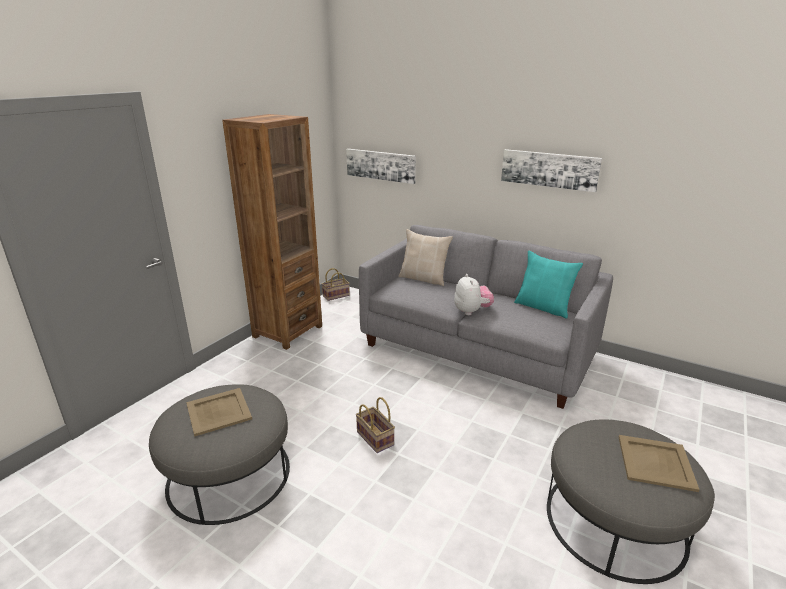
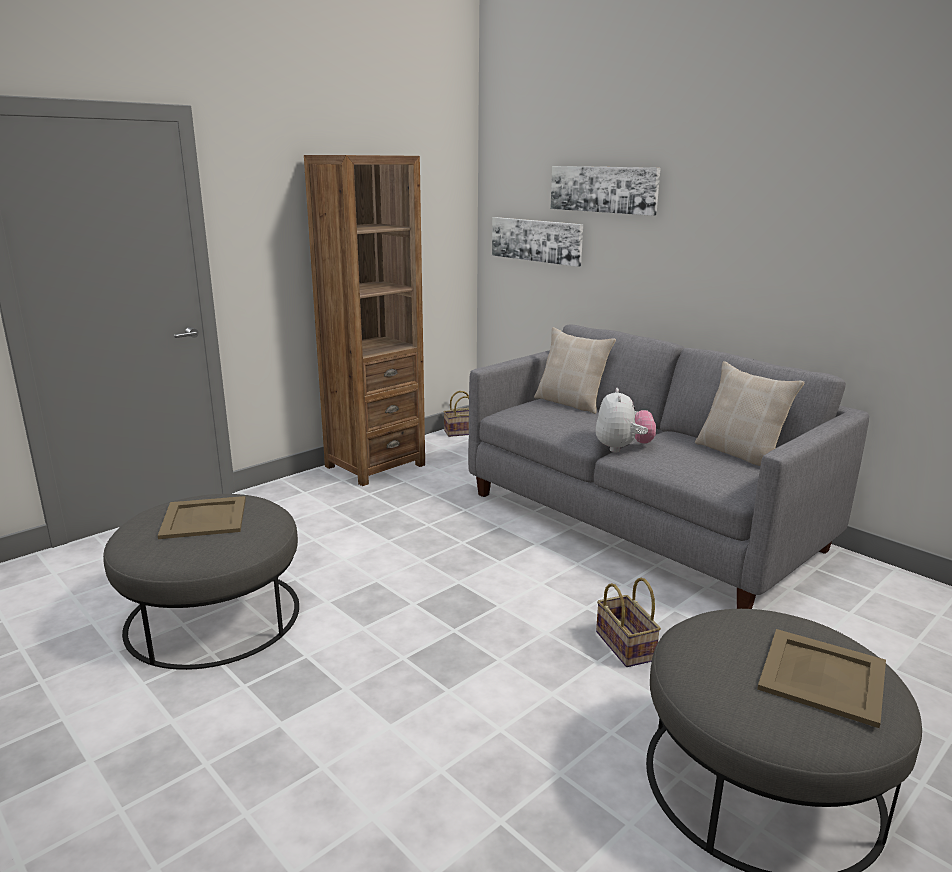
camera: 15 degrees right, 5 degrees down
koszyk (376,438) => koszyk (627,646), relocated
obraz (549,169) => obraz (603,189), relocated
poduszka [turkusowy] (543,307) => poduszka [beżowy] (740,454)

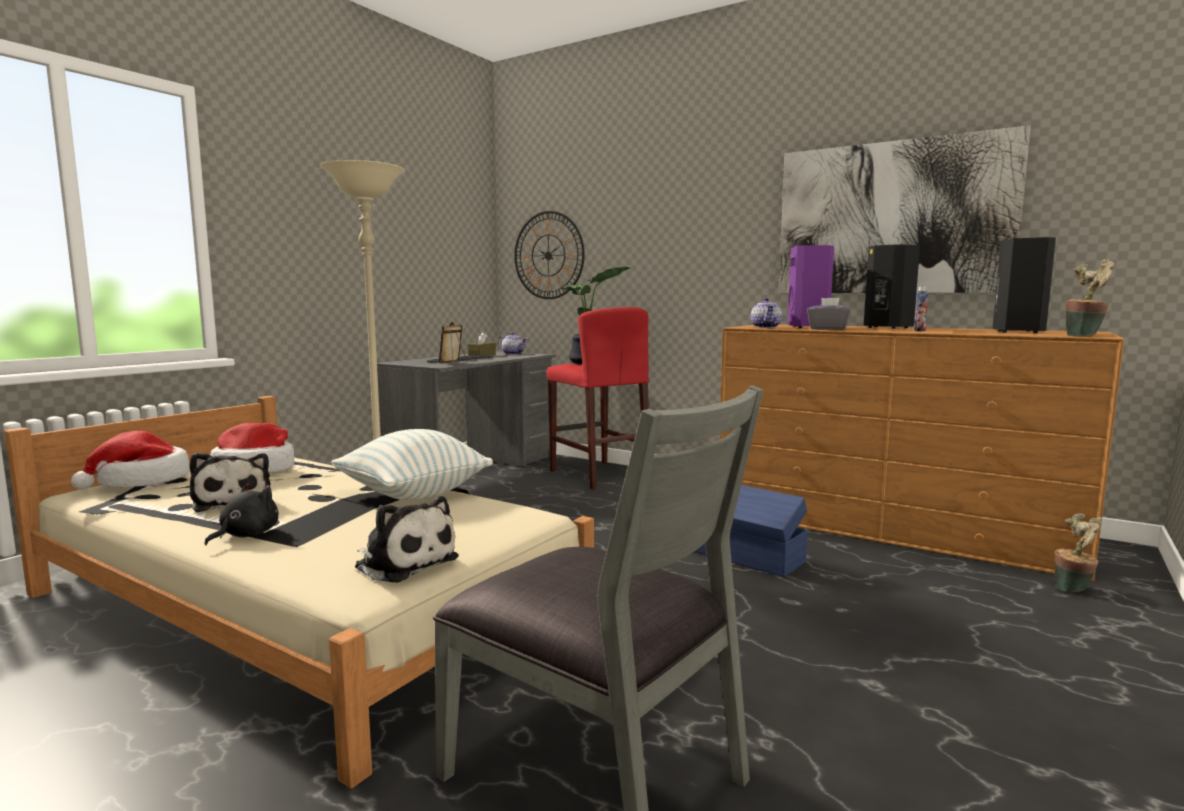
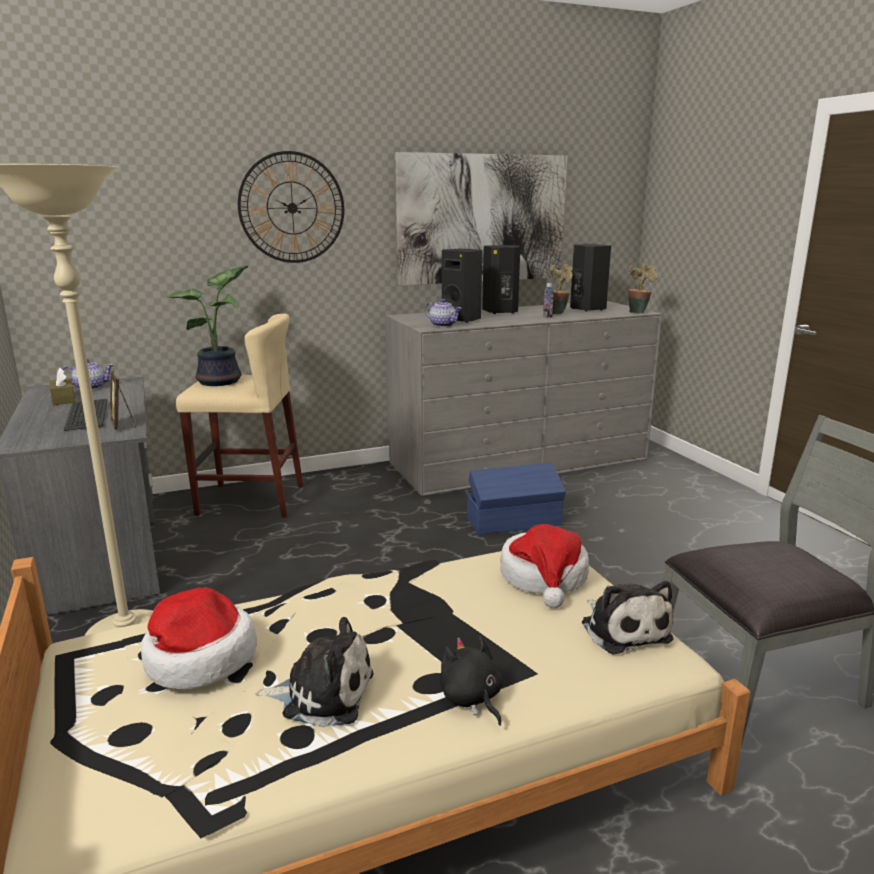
camera: 55 degrees left, 10 degrees up
poduszka (413,494) => nothing
pudełko chusteczek [szary] (828,329) => nothing
kapelusz (141,481) => kapelusz (544,577), relocated
zegar ścienny (548,255) => zegar ścienny (292,208), relocated
roślina doniczkowa (1074,589) => roślina doniczkowa (558,313), relocated
stołek [czerwony] (599,474) => stołek [beżowy] (250,500)
komoda [brązowy] (891,524) => komoda [szary] (519,460)
głośnik [fioletowy] (808,327) => głośnik [czarny] (462,319)
pluszak (404,562) => pluszak (623,629), 90 degrees clockwise

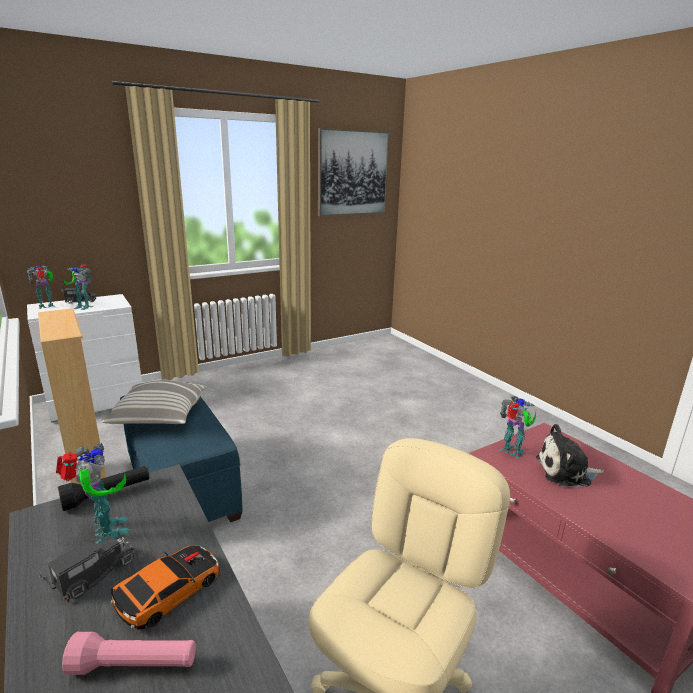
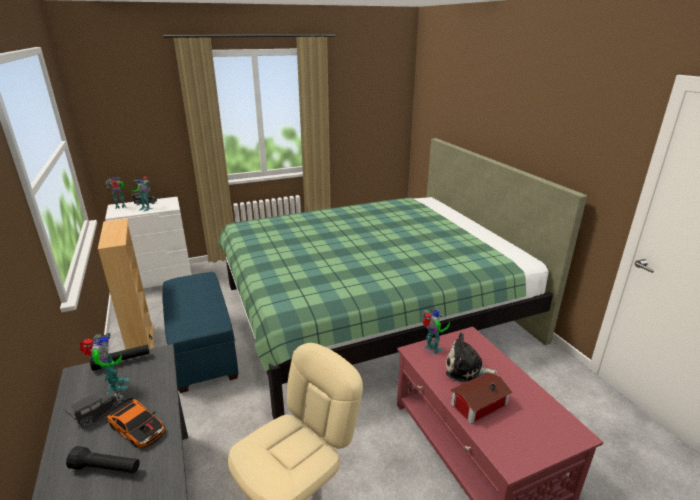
camera: 10 degrees right, 5 degrees up
poduszka (159,417) => nothing
obraz (352,173) => nothing
nothing => łóżko [zielony] (371,311)
nothing => domek (477,404)
latarka [różowy] (134,665) => latarka [czarny] (106,468)
samochodzik (168,590) => samochodzik (138,427), 75 degrees clockwise

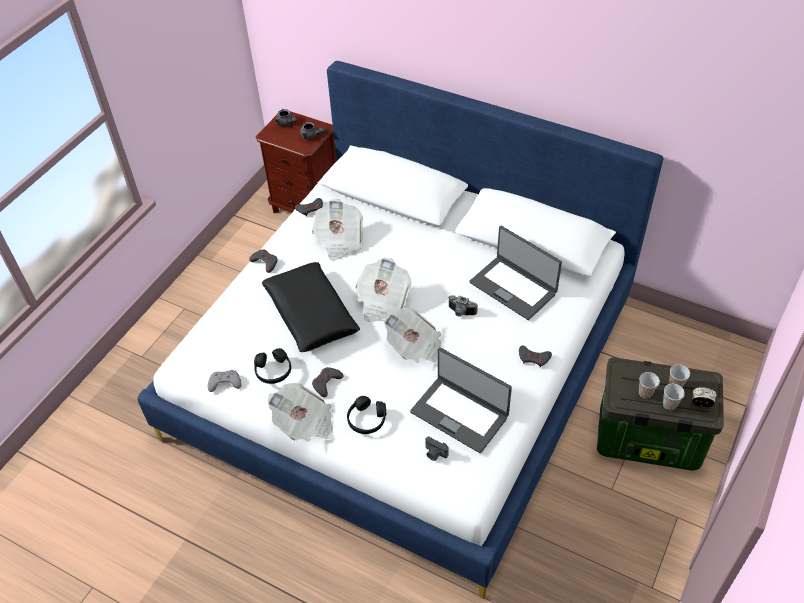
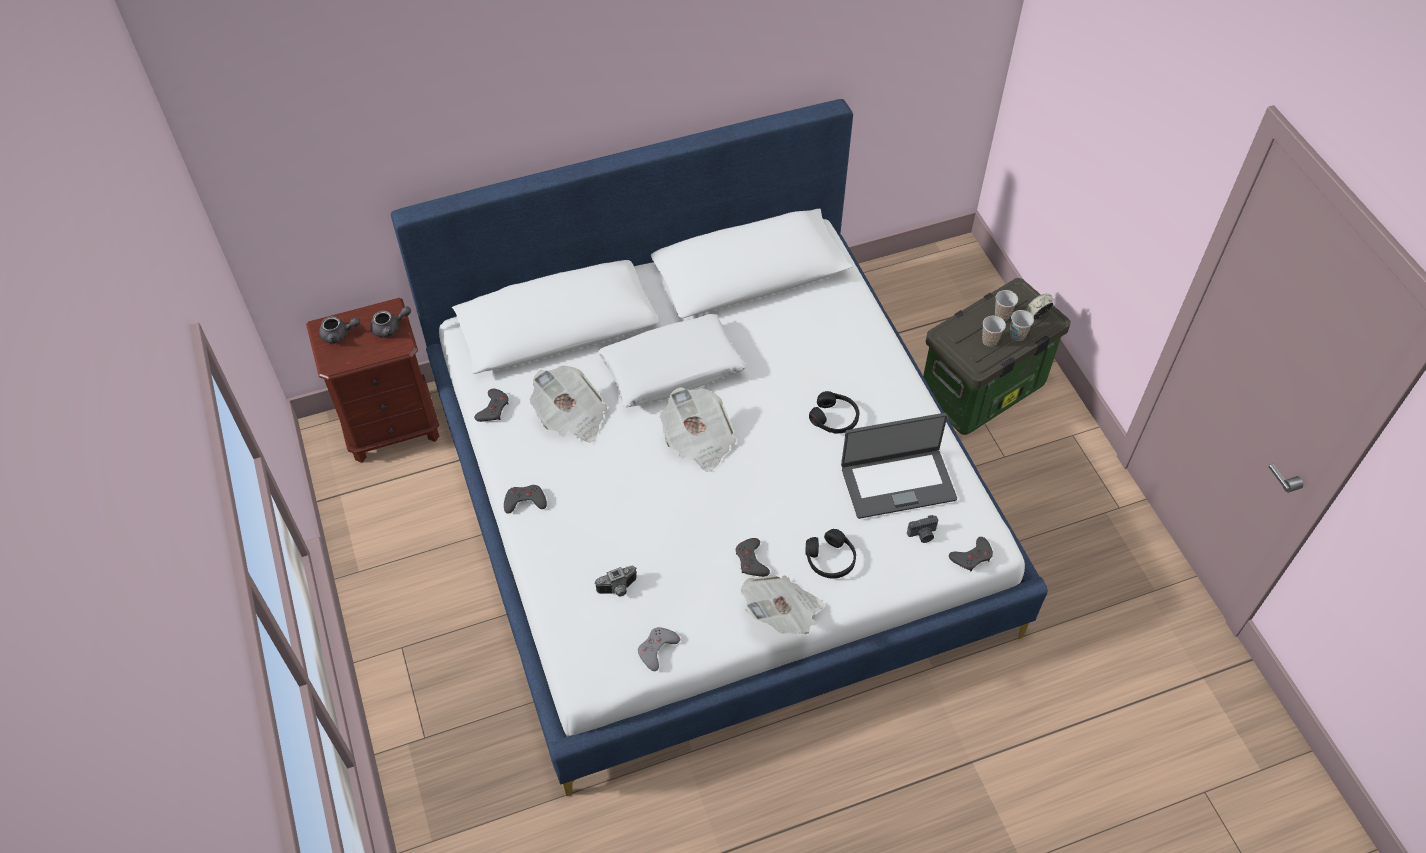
camera: 50 degrees left, 5 degrees up
poduszka [czarny] (310,314) => nothing
gazeta (415,347) => nothing
laptop (513,287) => nothing
nothing => poduszka [biały] (672,370)
słuchawki [czarny] (273,371) => słuchawki [czarny] (834,418), relocated
aparat fotograficzny (461,313) => aparat fotograficzny (618,589), relocated
pad do gier [szary] (534,358) => pad do gier [szary] (972,557), relocated

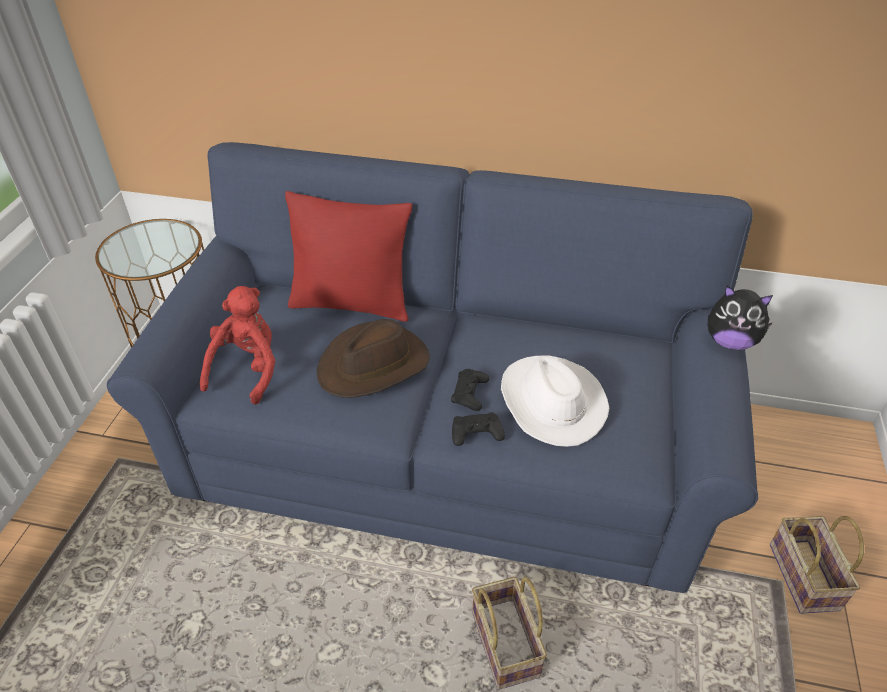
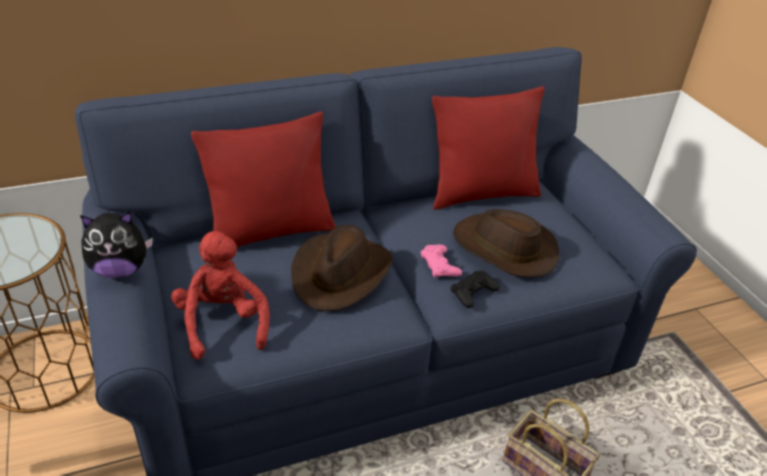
camera: 35 degrees left, 5 degrees down
koszyk (801,575) => nothing
nothing => poduszka [czerwony] (482,194)
pluszak (730,341) => pluszak (120,270), relocated
pad do gier [czarny] (470,393) => pad do gier [różowy] (440,265)
kapelusz [biały] (550,402) => kapelusz [brązowy] (504,248)

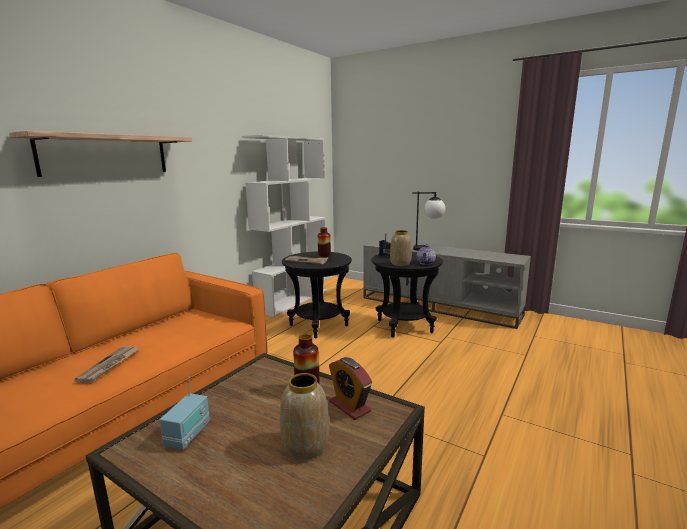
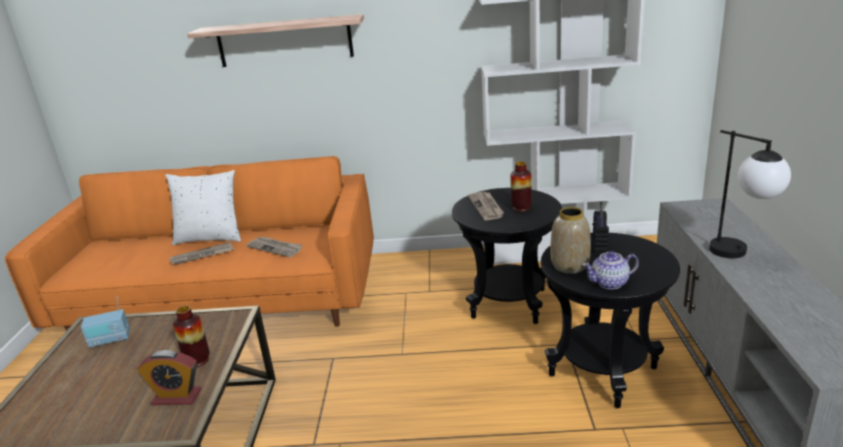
camera: 60 degrees right, 10 degrees up
wazon (304,446) => nothing
nothing => poduszka [biały] (210,238)
nothing => gazeta (275,248)
budzik (350,406) => budzik (177,397), 105 degrees counterclockwise

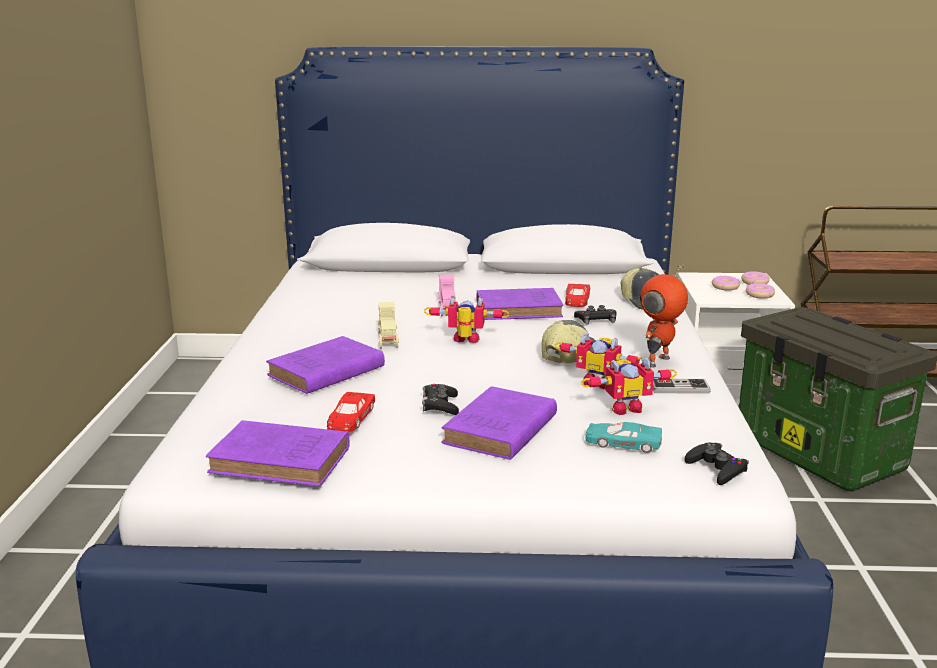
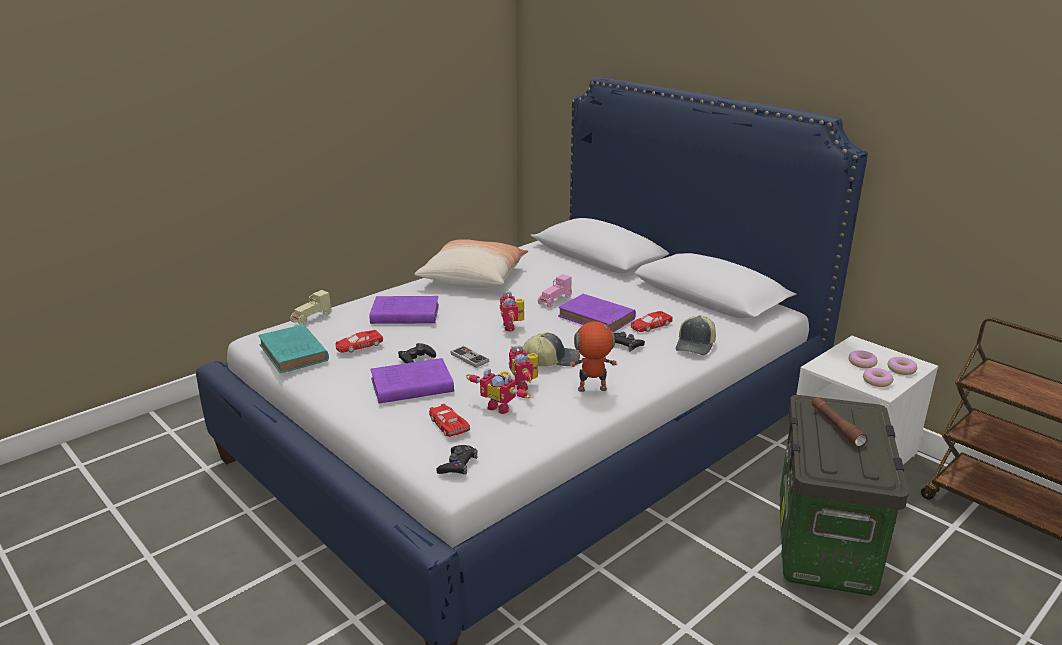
camera: 45 degrees right, 5 degrees up
nothing => poduszka (473,278)
nothing => latarka [brązowy] (836,426)
samochodzik [beżowy] (388,340) => samochodzik [beżowy] (312,318), relocated
pad do gier (679,388) => pad do gier (469,358), relocated
książka [fioletowy] (284,461) => książka [turkusowy] (294,354)
samochodzik [turkusowy] (623,442) => samochodzik [czerwony] (448,424)
robot zabawkowy (465,342) => robot zabawkowy (512,327), 150 degrees counterclockwise

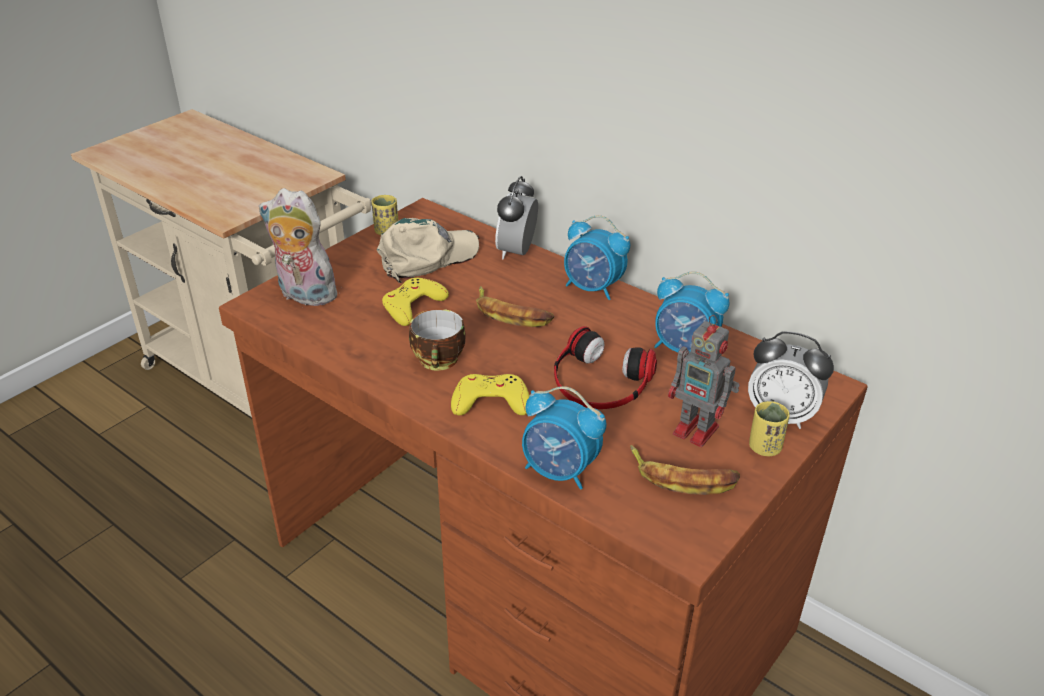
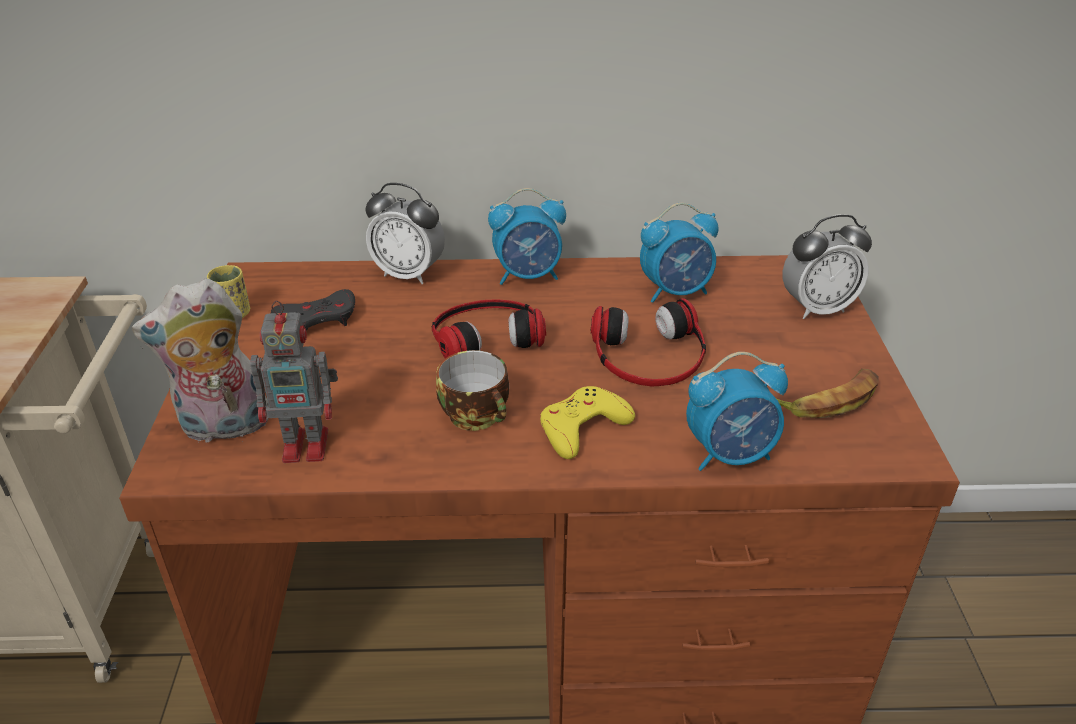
camera: 40 degrees left, 0 degrees up
pad do gier [żółty] (413,306) => nothing
filiżanka [żółty] (764,447) => nothing
robot zabawkowy (698,431) => robot zabawkowy (308,445), relocated
czapka z daszkiem [beżowy] (427,256) => pad do gier [szary] (318,319)
banan (511,314) => słuchawki (485,335)
budzik (516,252) => budzik (408,274), 45 degrees counterclockwise

